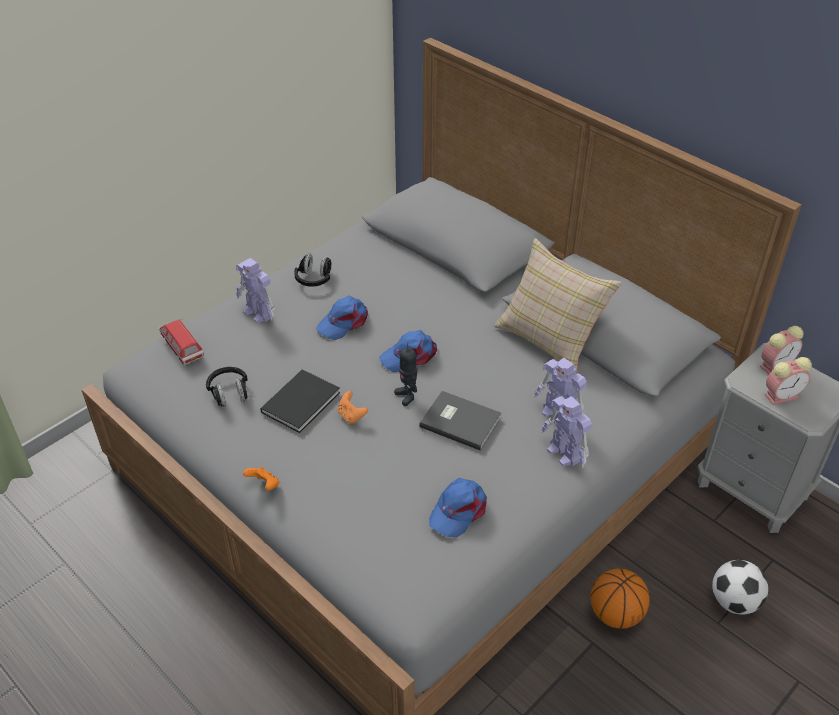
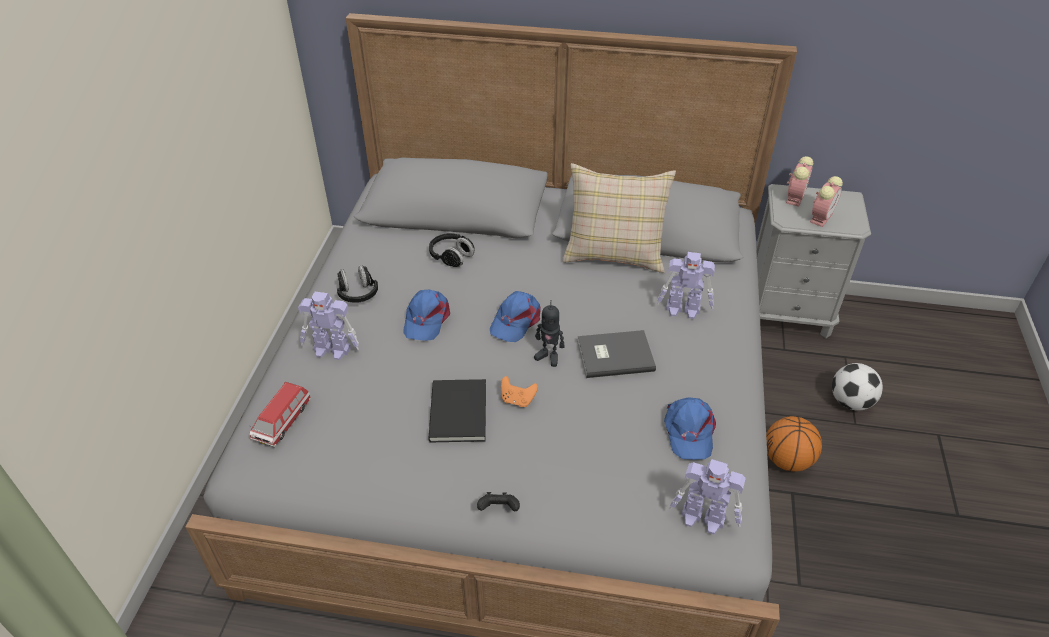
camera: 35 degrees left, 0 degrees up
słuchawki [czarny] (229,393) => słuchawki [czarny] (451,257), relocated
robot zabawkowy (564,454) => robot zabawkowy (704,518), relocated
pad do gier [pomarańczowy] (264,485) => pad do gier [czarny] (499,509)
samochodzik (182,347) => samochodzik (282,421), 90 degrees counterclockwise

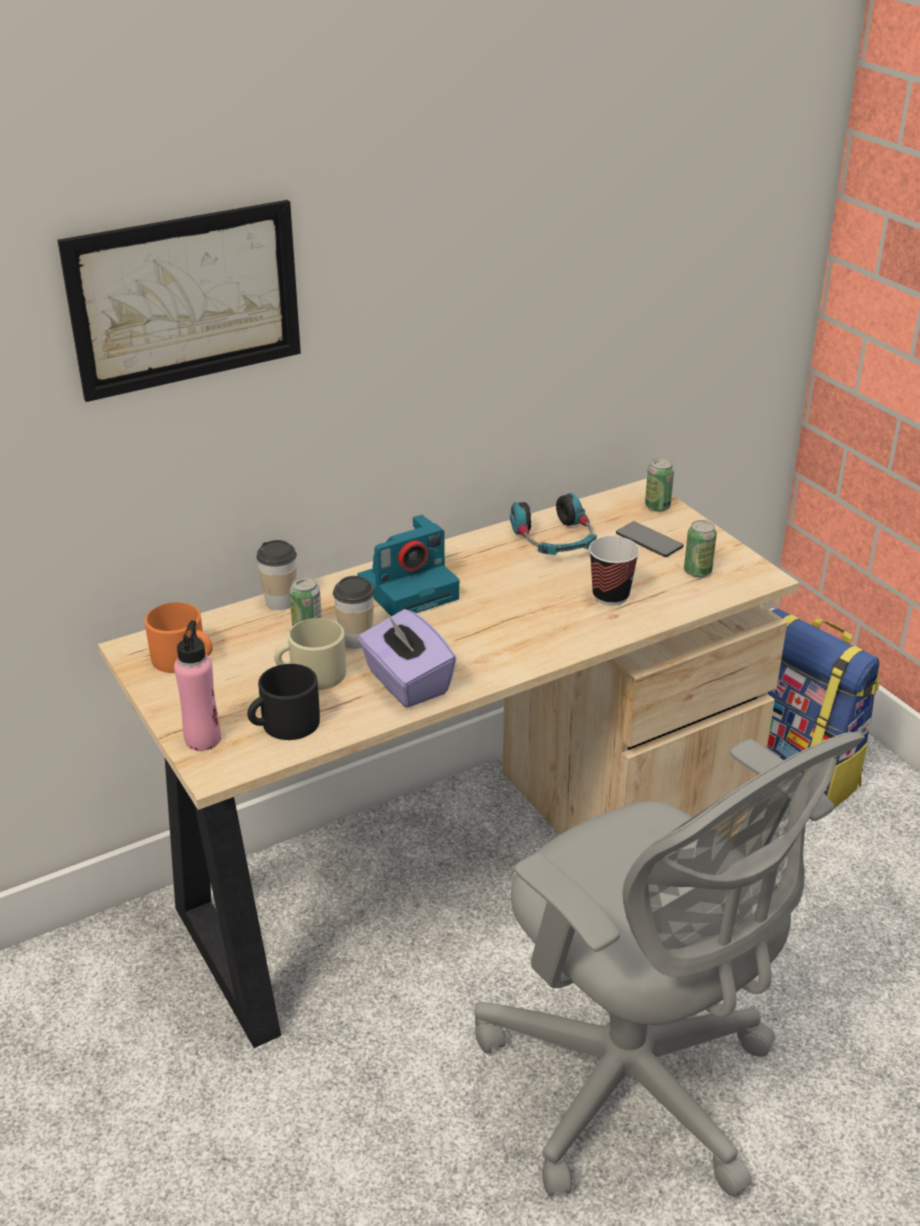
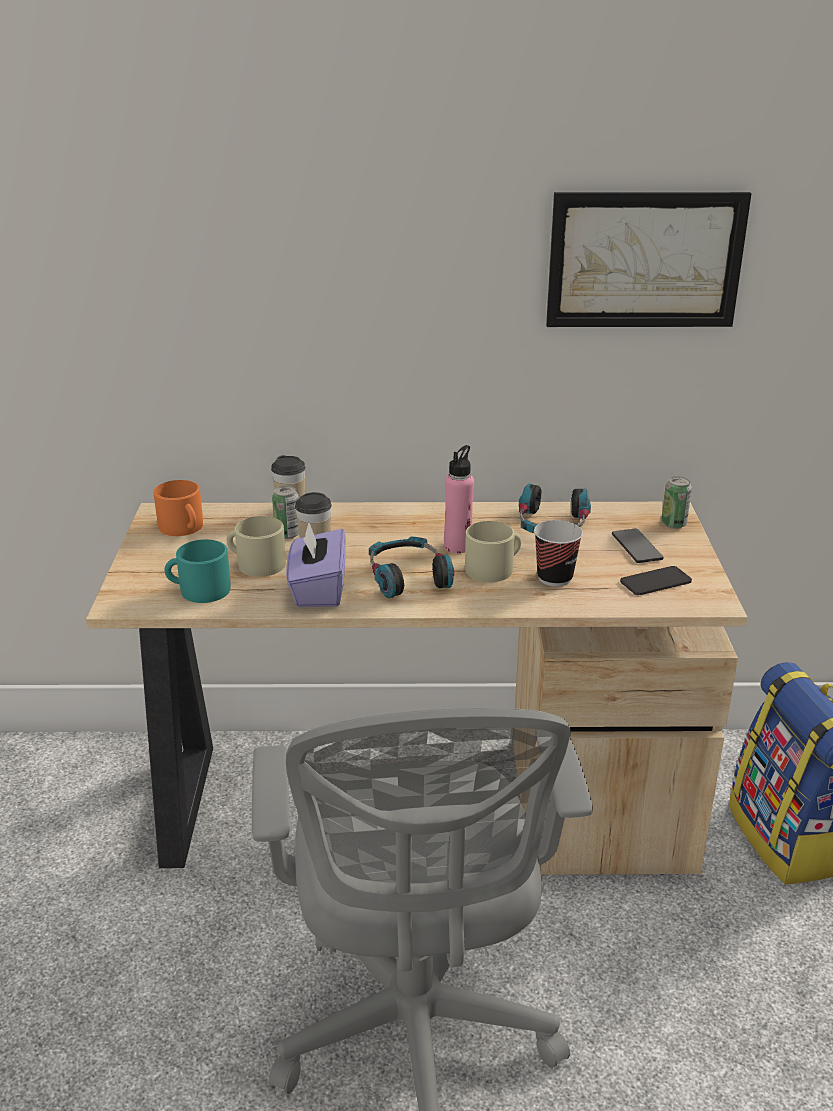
camera: 30 degrees right, 5 degrees down
aparat fotograficzny (409,589) => nothing
nothing => słuchawki (408,577)
nothing => kubek [beżowy] (494,568)
obraz (185,299) => obraz (645,260), relocated
butelka [różowy] (203,739) => butelka [różowy] (458,546), relocated
puszka (697,571) => telefon (655,581)
kubek [czarny] (284,724) => kubek [turkusowy] (198,590)

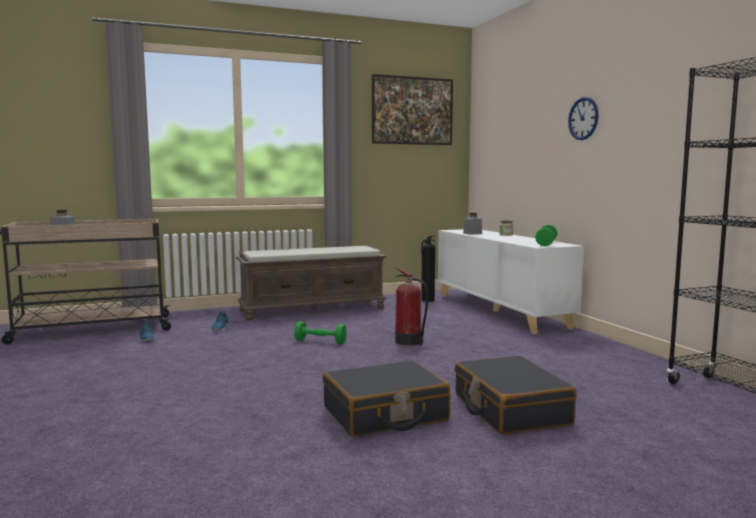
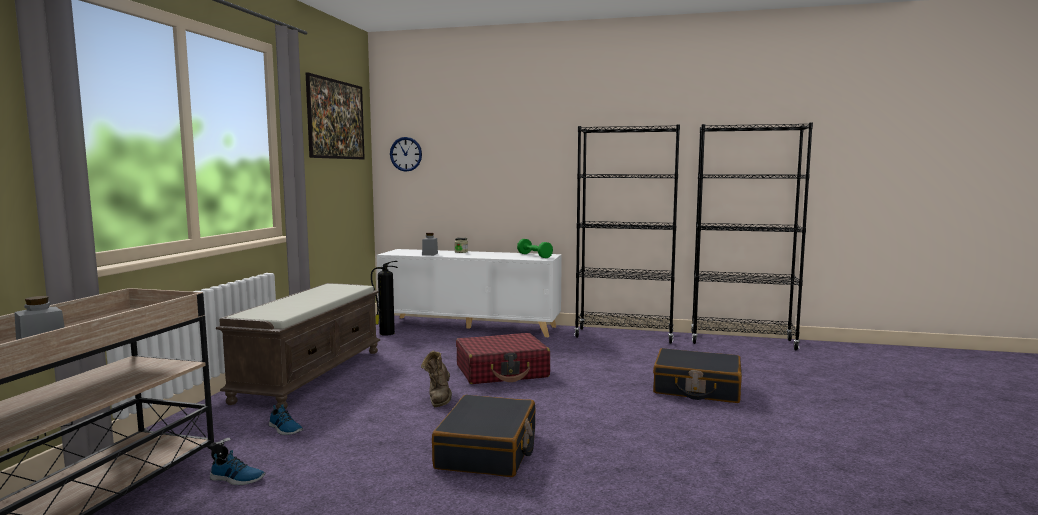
camera: 55 degrees left, 0 degrees up
nothing => regał [czarny] (624,336)
walizka [czarny] (385,414) => walizka [czarny] (488,451), relocated
zegar ścienny (583,118) => zegar ścienny (406,154), relocated
hantel [zielony] (320,341) => but z cholewką [brązowy] (439,398)
gaśnica (409,342) => walizka [czerwony] (502,371)

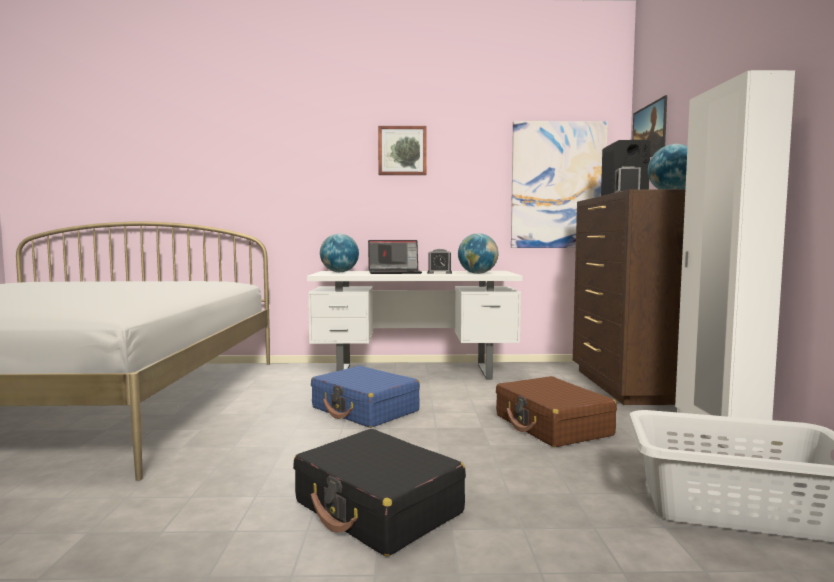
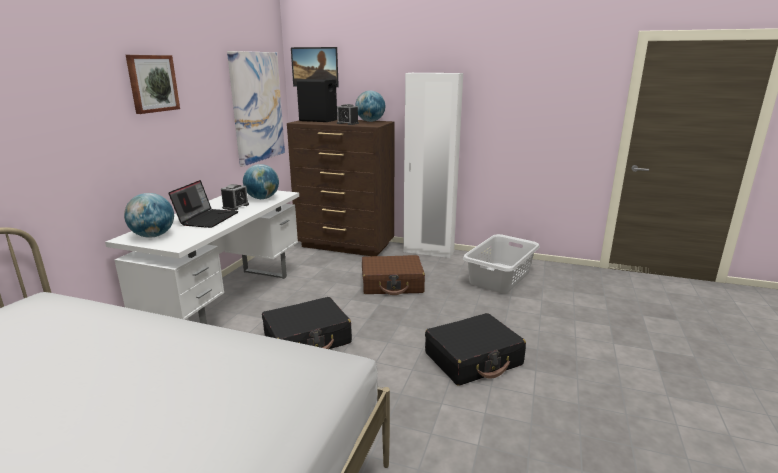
camera: 70 degrees left, 15 degrees up
walizka [niebieski] (365,410) => walizka [czarny] (307,339)

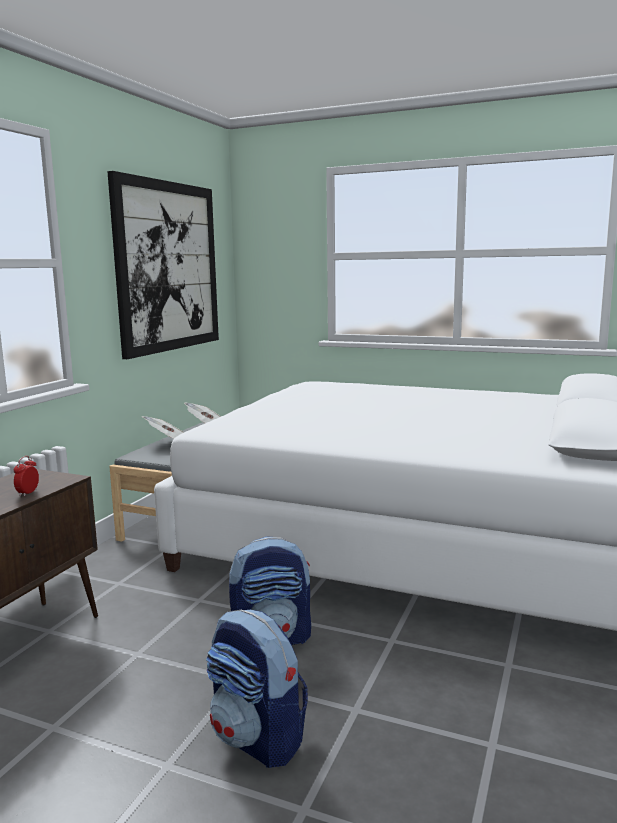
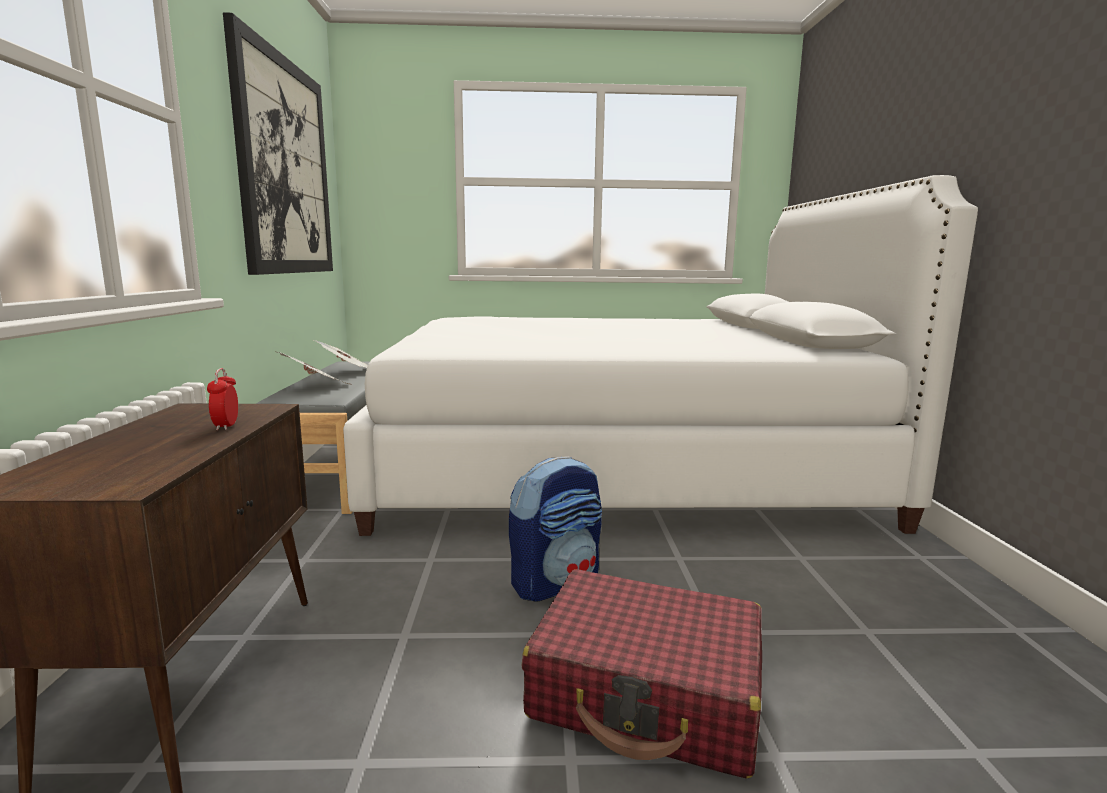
camera: 25 degrees left, 0 degrees up
plecak (258,738) => walizka [czerwony] (647,692)

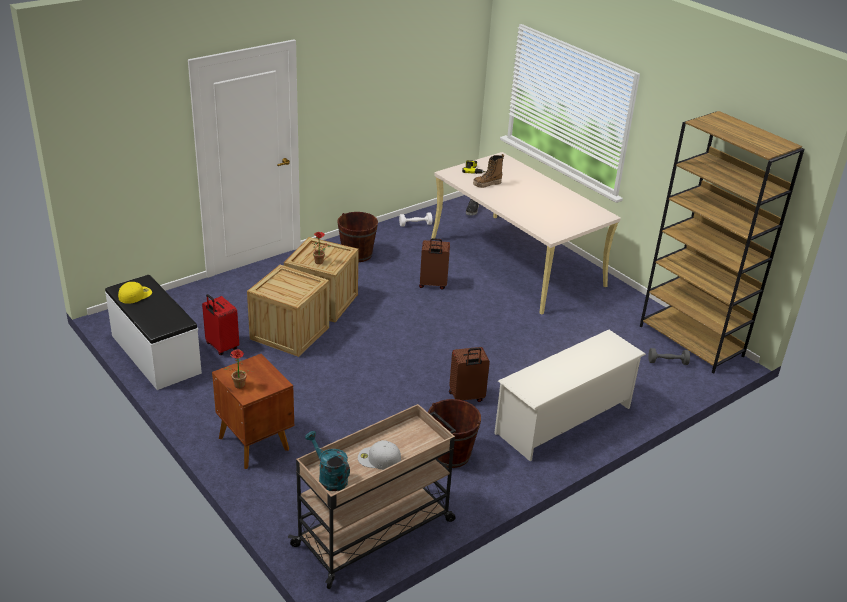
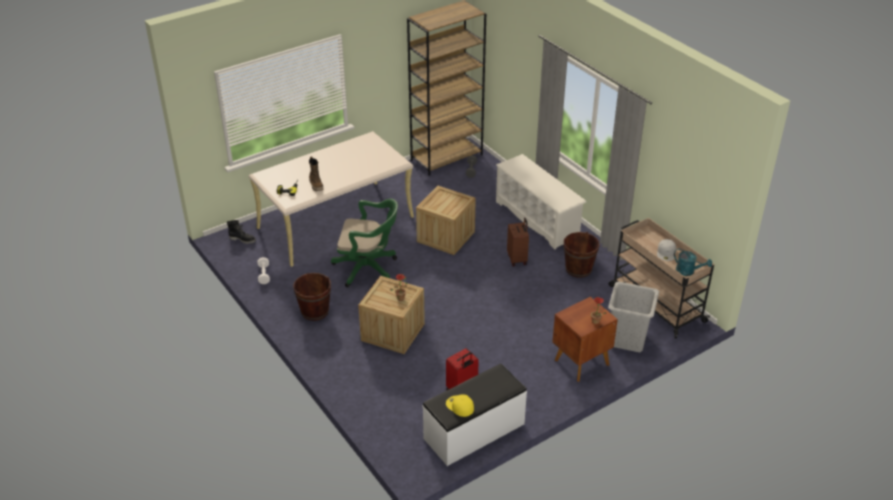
camera: 85 degrees left, 5 degrees up
nothing => kosz na pranie [szary] (628,339)
skrzynka (289,333) => skrzynka (446,237), relocated
walizka [brązowy] (432,284) => krzesło biurowe [zielony] (368,268)
konewka [turkusowy] (329,477) => konewka [turkusowy] (688,272), 105 degrees counterclockwise

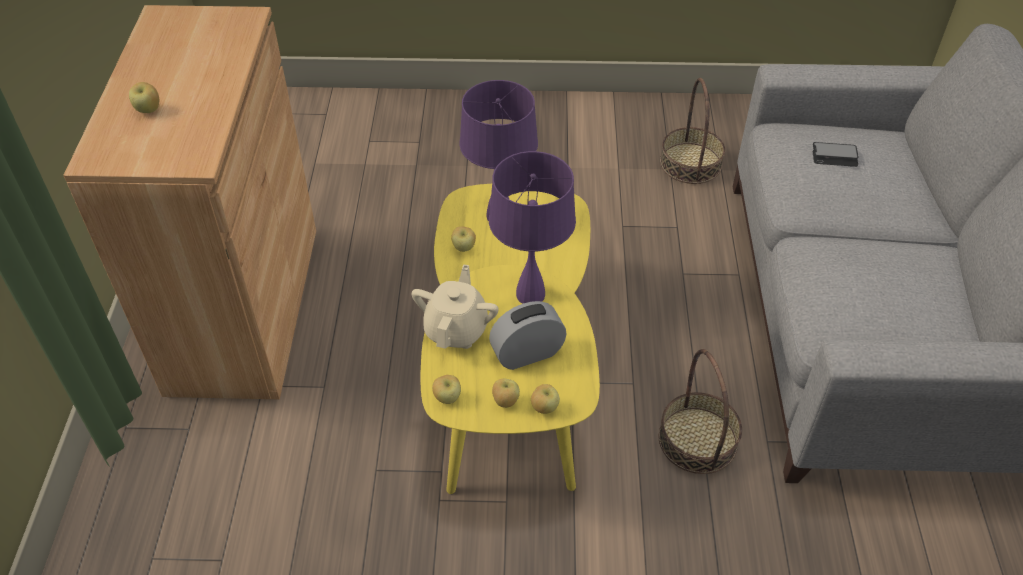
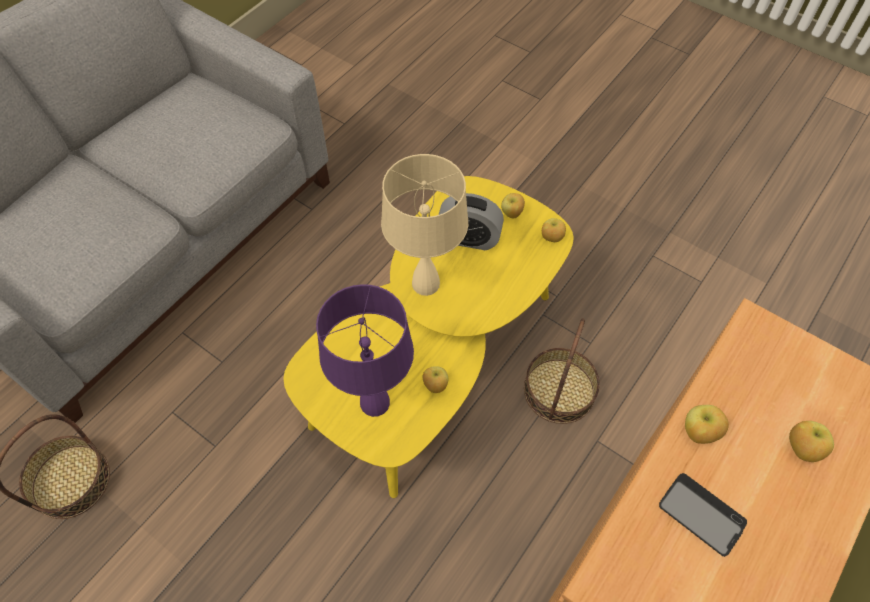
camera: 145 degrees left, 10 degrees up
imbryk [beżowy] (456,329) => nothing
jabłko (544,408) => jabłko (699,433), relocated
koszyk (698,440) => koszyk (559,390), relocated
telefon (834,156) => telefon (701,514), relocated
lampa stołowa [fioletowy] (530,294) => lampa stołowa [beżowy] (426,284)

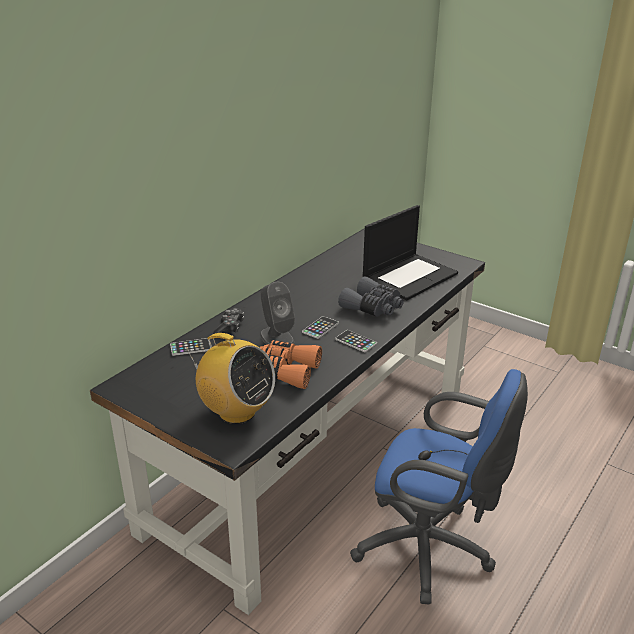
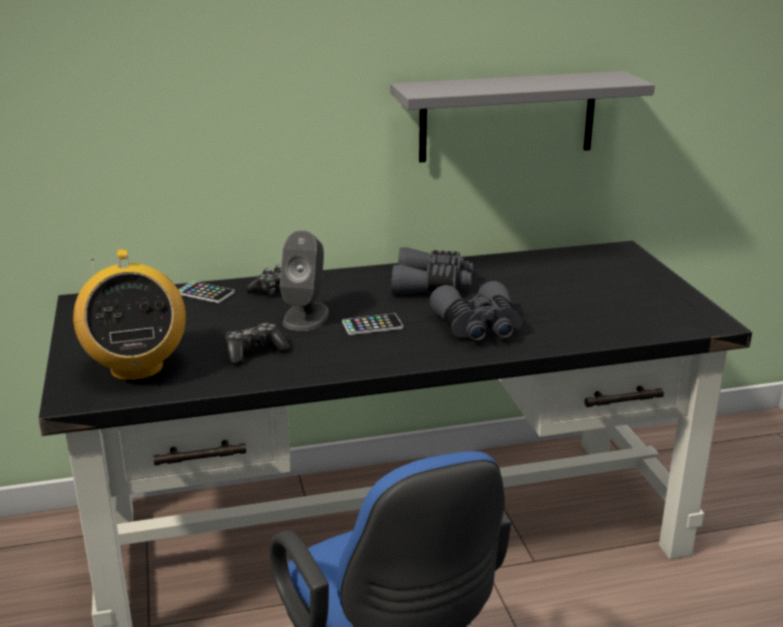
camera: 40 degrees right, 5 degrees down
telefon (356,341) => nothing
laptop (410,276) => nothing
nothing => półka [szary] (507,116)
nothing => lornetka [szary] (432,285)
lornetka [pomarańczowy] (285,371) => pad do gier (254,352)

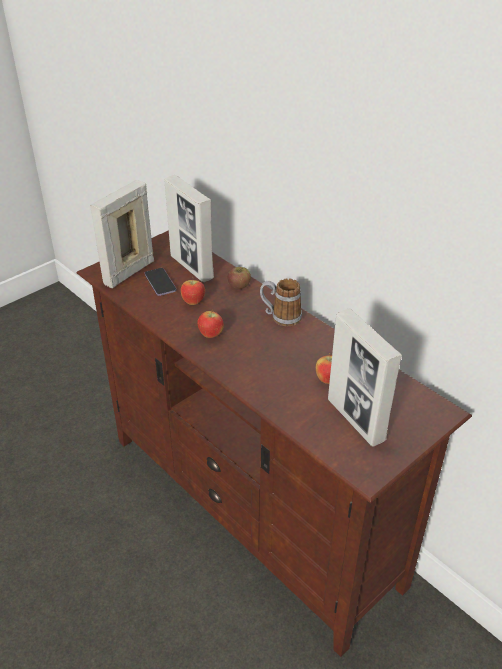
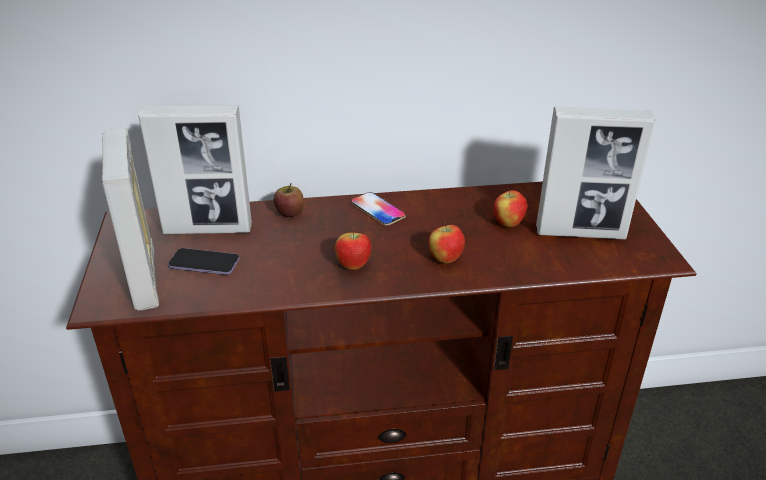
camera: 55 degrees left, 5 degrees down
jabłko (193,302) => jabłko (445,259), relocated
kubek (280,317) => telefon (378,209)

